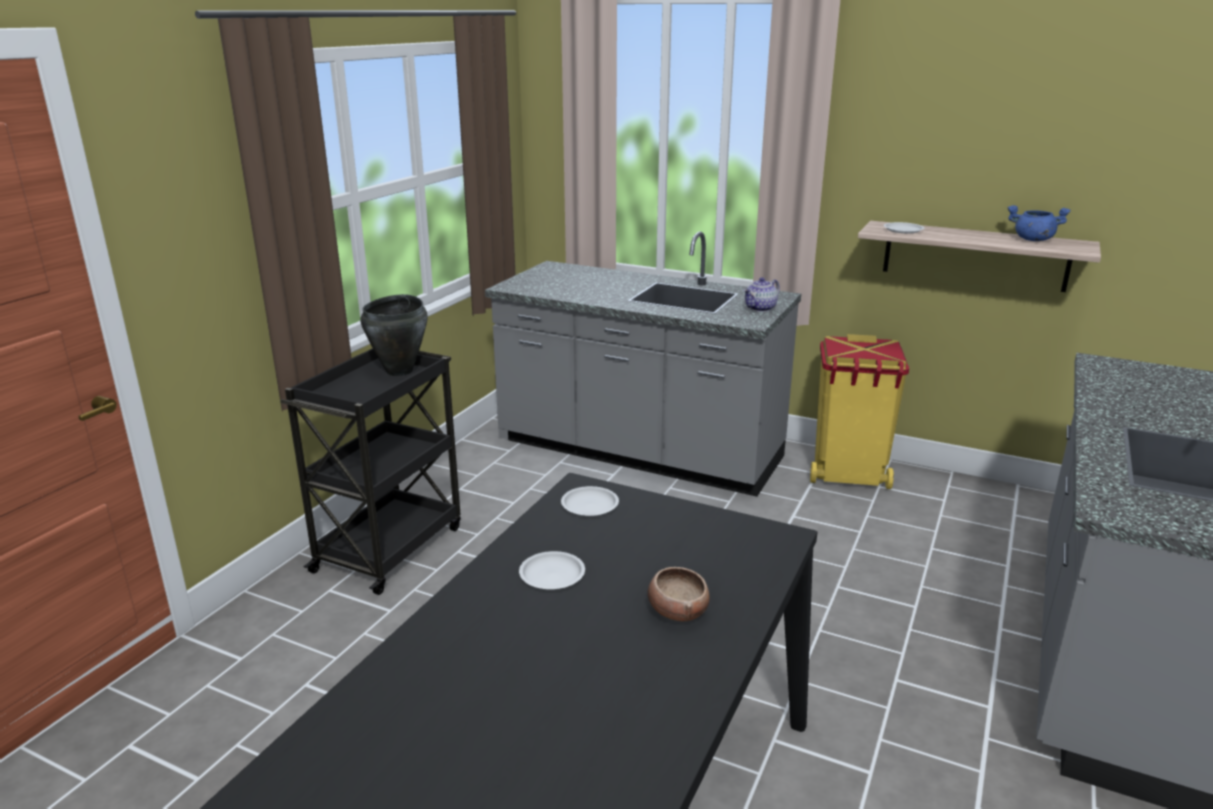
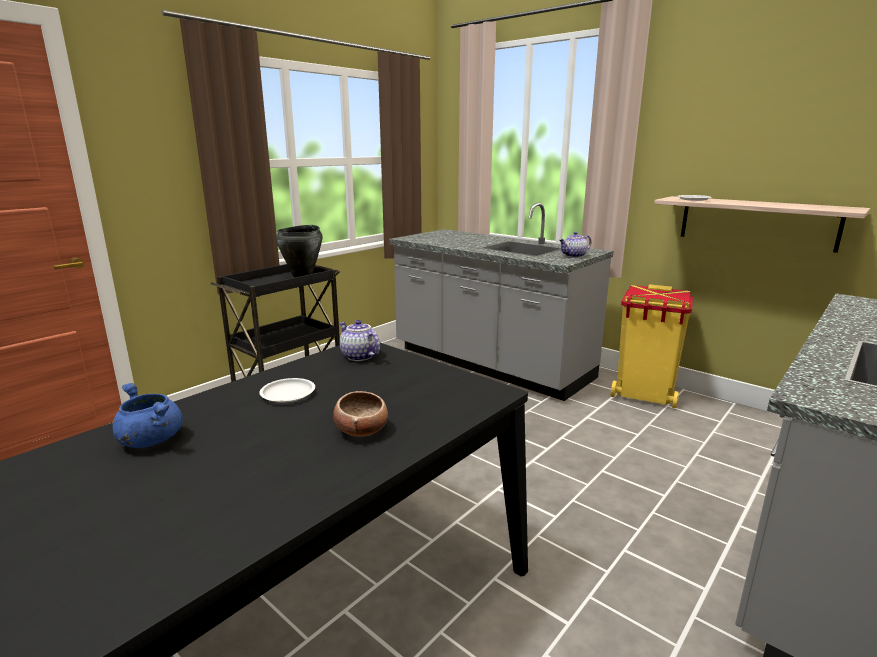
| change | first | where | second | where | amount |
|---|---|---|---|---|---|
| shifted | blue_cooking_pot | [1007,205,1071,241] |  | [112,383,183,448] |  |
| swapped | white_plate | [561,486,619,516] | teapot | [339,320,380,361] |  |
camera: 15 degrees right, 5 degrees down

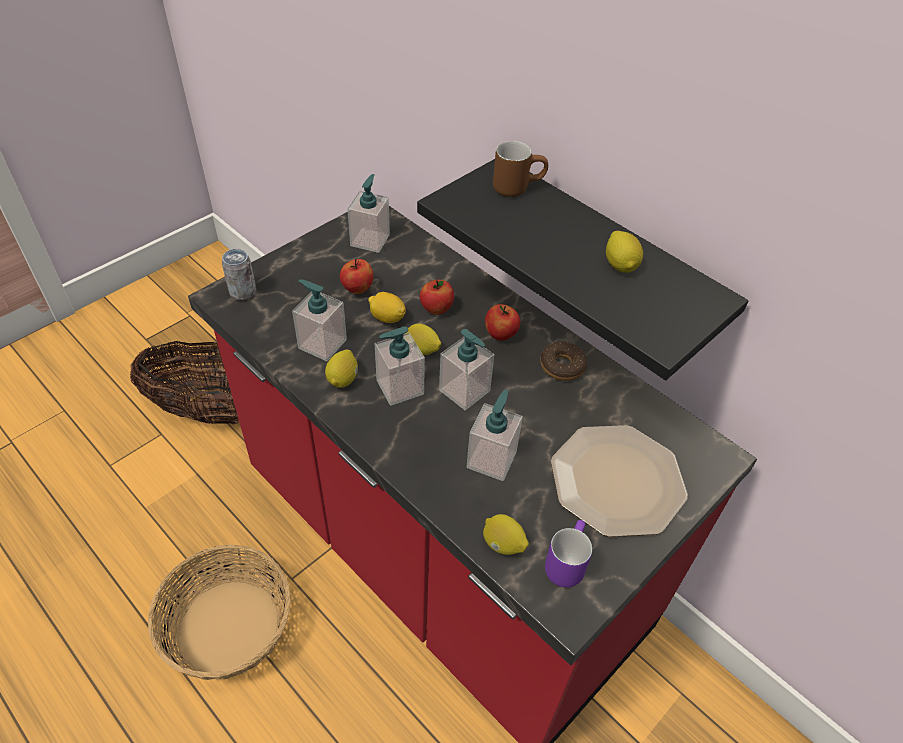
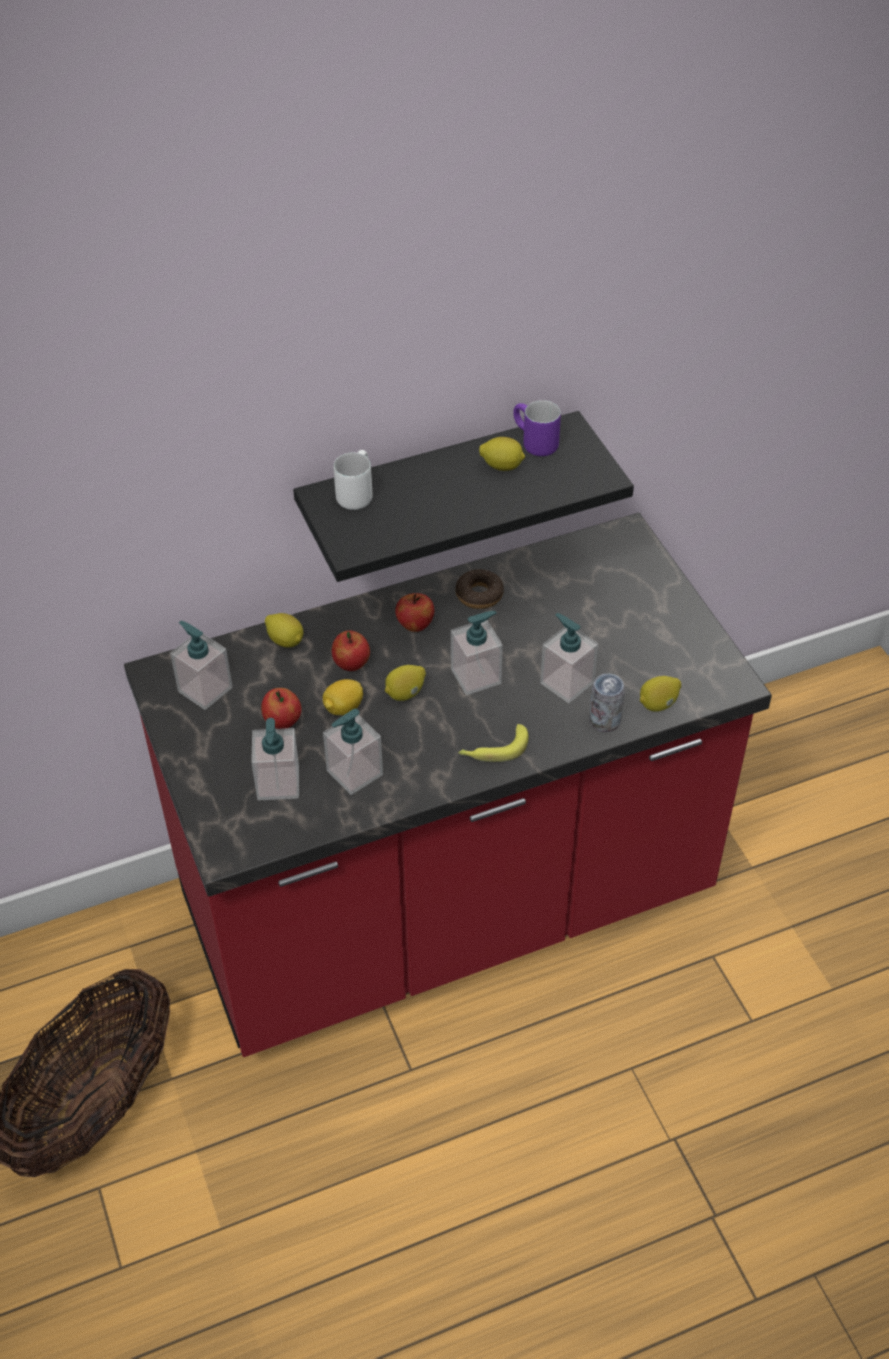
| change | first | where | second | where | amount |
|---|---|---|---|---|---|
| repainted | brown_mug | [493,141,548,197] | white_mug | [334,450,372,510] |  |
| shifted | can | [222,249,256,300] |  | [589,674,625,732] |  |
| shifted | soap_dispenser | [375,326,425,406] |  | [251,718,299,800] |  |
| shifted | lemon | [325,349,358,388] |  | [265,613,303,648] |  |
| gone | plate | [551,425,688,537] |  |  |  |
| shifted | purple_mug | [545,520,592,588] |  | [513,400,561,456] |  |
| gone | basket | [148,544,291,680] |  |  |  |
| new |  |  | banana | [458,724,529,762] |  |
camera: 65 degrees left, 0 degrees up

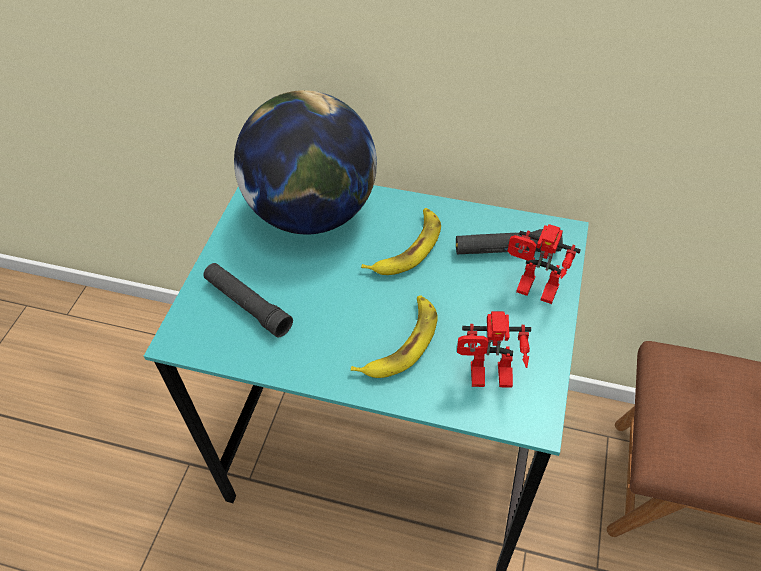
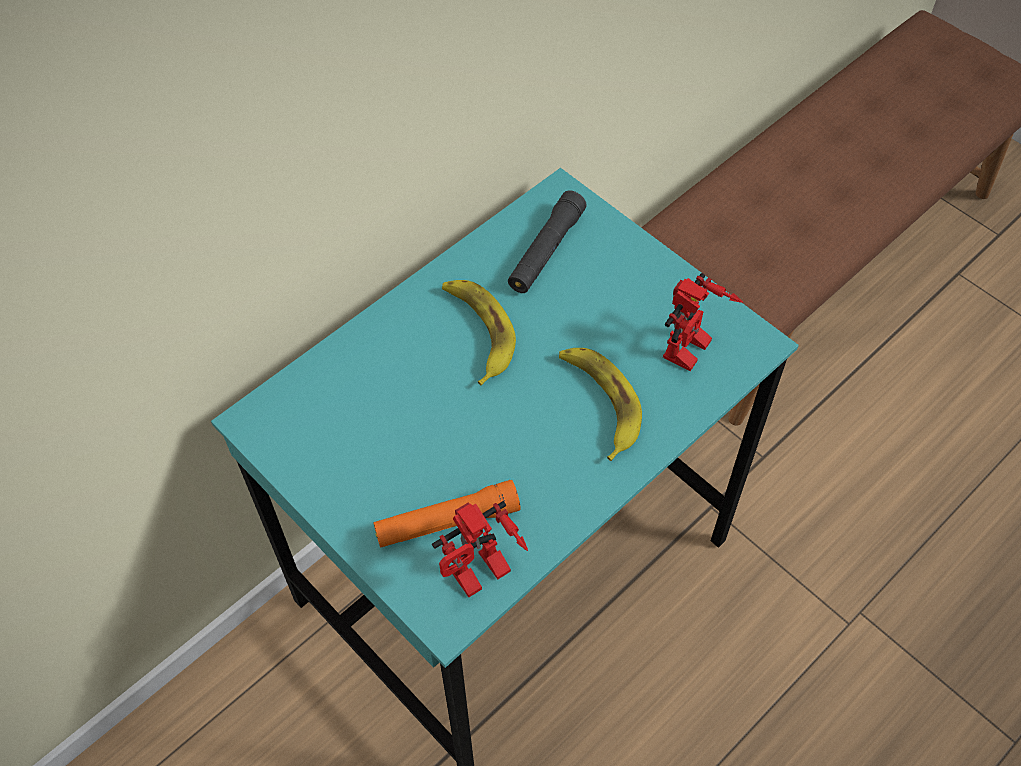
| change | first | where | second | where | amount |
|---|---|---|---|---|---|
| gone | globe | [234,90,377,234] |  |  |  |
| shifted | toy_robot | [508,224,581,304] |  | [432,501,528,597] |  |
| repainted | black_flashlight | [203,263,293,338] | orange_flashlight | [373,480,521,548] |  |
camera: 60 degrees left, 5 degrees up

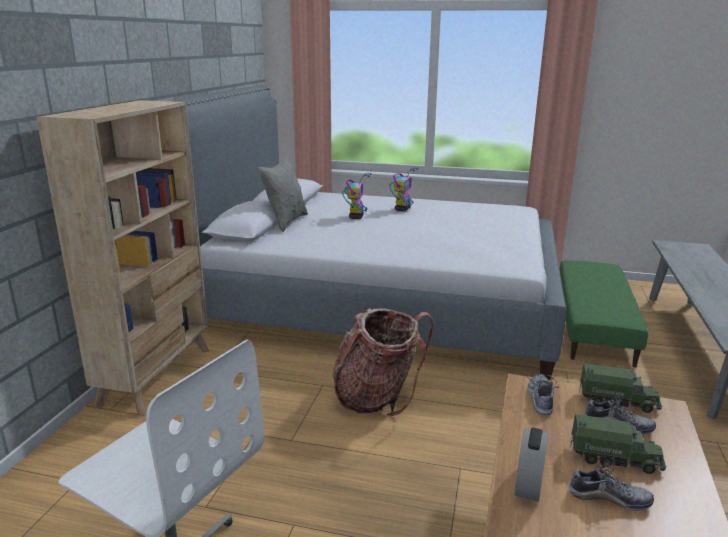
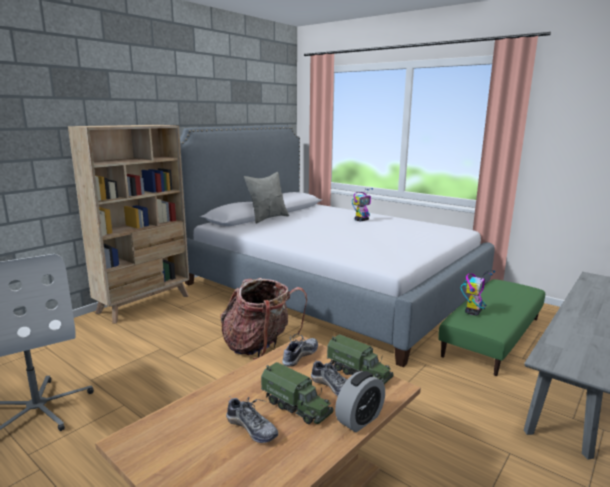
| change | first | where | second | where | amount |
|---|---|---|---|---|---|
| shifted | toy_robot | [342,173,371,219] |  | [461,270,495,315] |  |
| shifted | alarm_clock | [515,428,549,502] |  | [335,371,385,432] |  |
camera: 25 degrees right, 5 degrees down

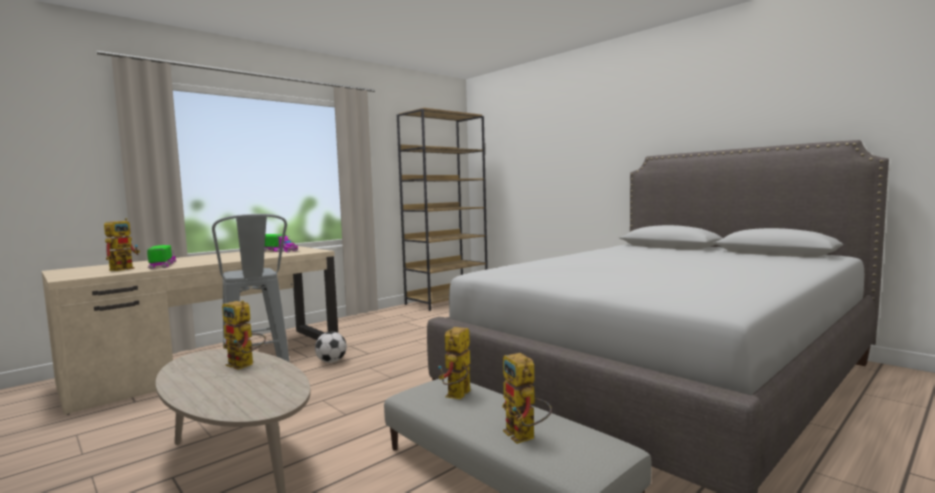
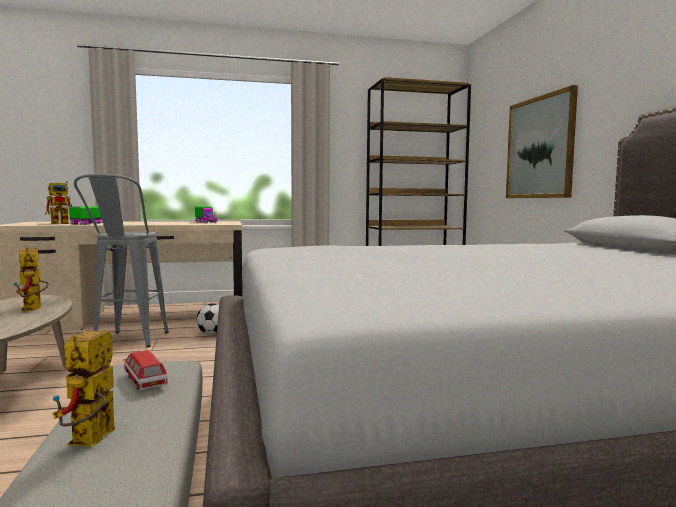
| change | first | where | second | where | amount |
|---|---|---|---|---|---|
| swapped | toy_robot | [438,327,471,399] | toy_car | [123,350,168,390] |  |
| new |  |  | picture | [506,85,578,198] |  |
camera: 30 degrees right, 0 degrees up

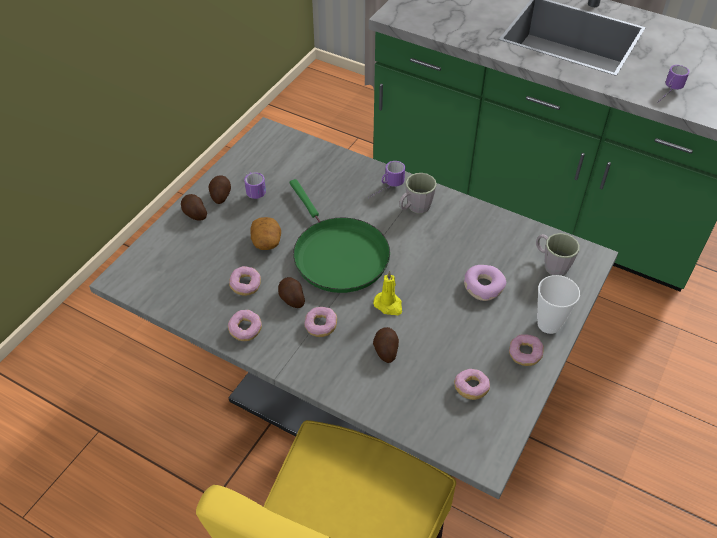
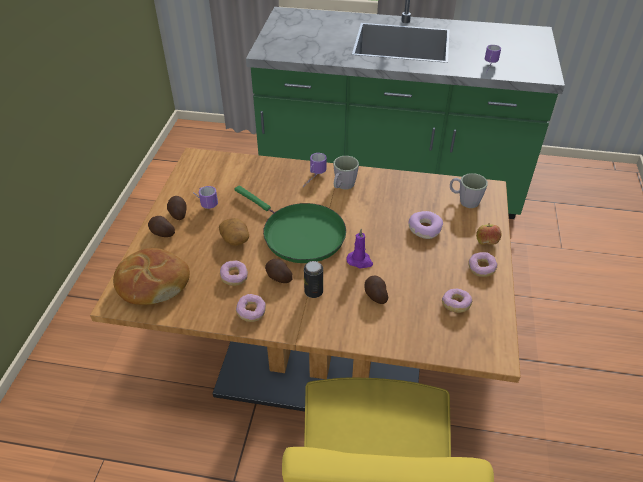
| change | first | where | second | where | amount |
|---|---|---|---|---|---|
| repainted | grey_dining_table | [89,117,618,499] | brown_dining_table | [90,148,521,412] |  |
| repainted | yellow_candle | [373,271,402,315] | purple_candle | [346,229,373,268] |  |
| swapped | cup | [537,275,580,334] | apple | [476,223,501,245] |  |
| swapped | donut | [304,307,337,337] | can | [304,261,323,298] |  |
| new |  |  | bread | [113,248,190,305] |  |
camera: 20 degrees left, 5 degrees down

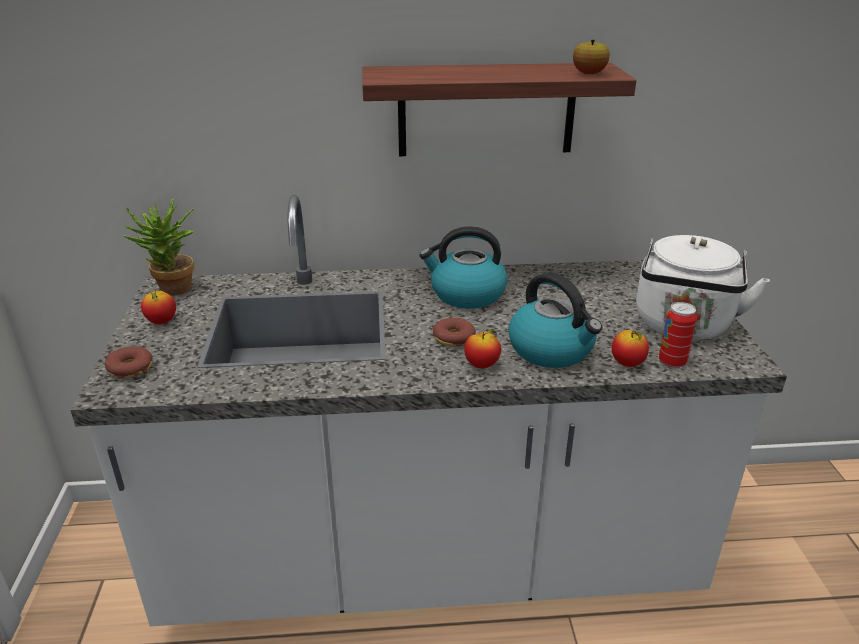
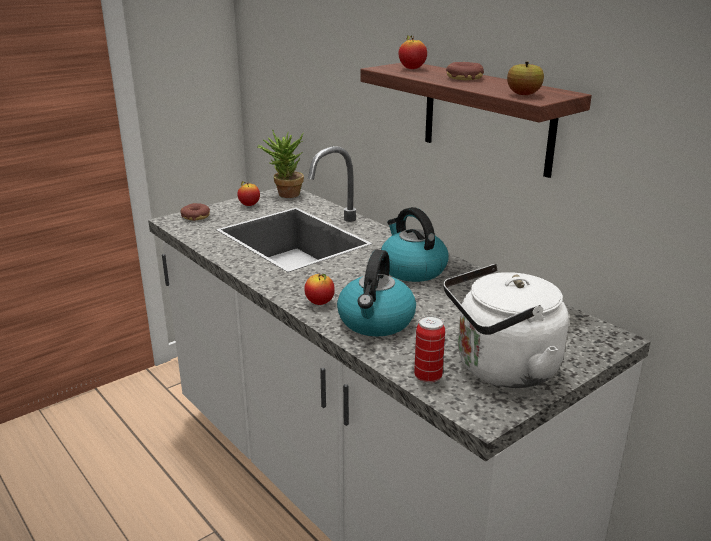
| change | first | where | second | where | amount |
|---|---|---|---|---|---|
| shifted | donut | [433,318,476,347] |  | [446,62,484,80] |  |
| shifted | apple | [612,330,649,367] |  | [398,35,427,69] |  |
camera: 55 degrees right, 5 degrees down

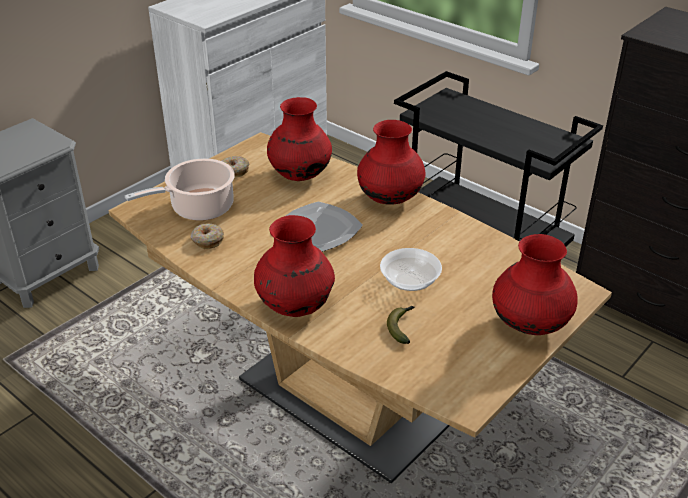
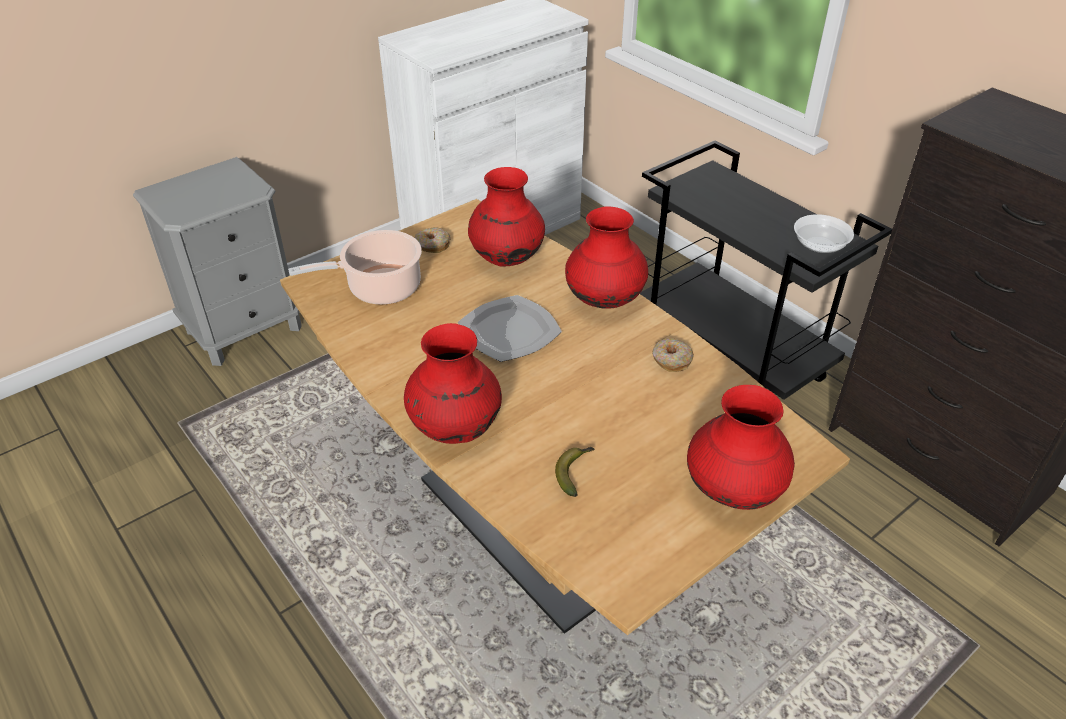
| change | first | where | second | where | amount |
|---|---|---|---|---|---|
| shifted | donut | [191,223,224,249] |  | [652,339,694,372] |  |
| shifted | bowl | [380,248,442,291] |  | [794,214,854,253] |  |
camera: 10 degrees right, 5 degrees up

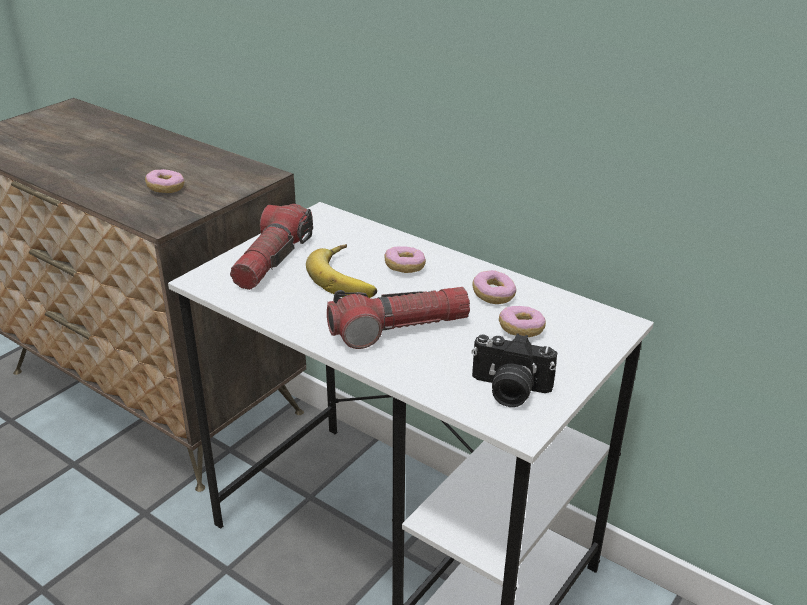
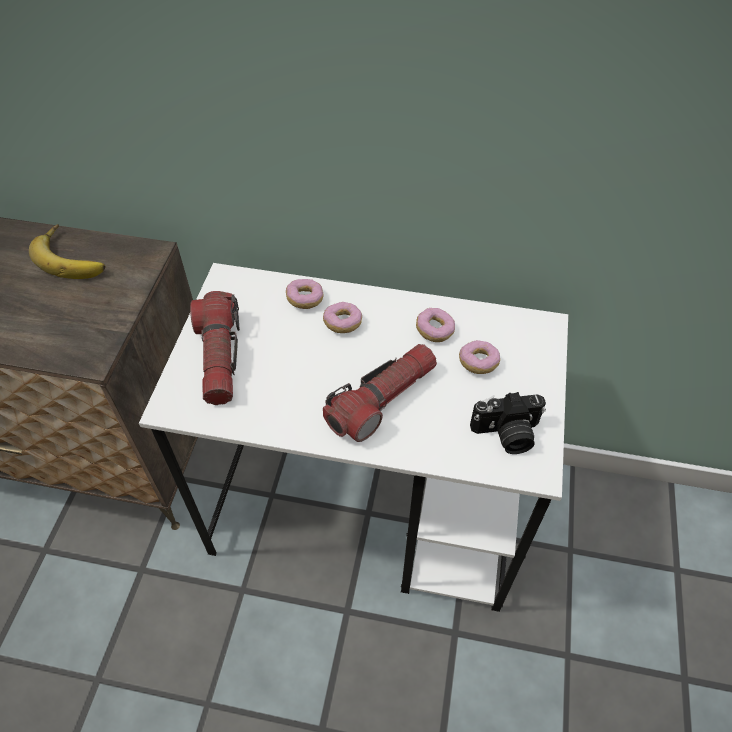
| change | first | where | second | where | amount |
|---|---|---|---|---|---|
| shifted | donut | [145,169,184,193] |  | [286,279,323,309] |  |
| shifted | banana | [306,244,377,298] |  | [29,224,106,279] |  |
camera: 25 degrees left, 20 degrees up

